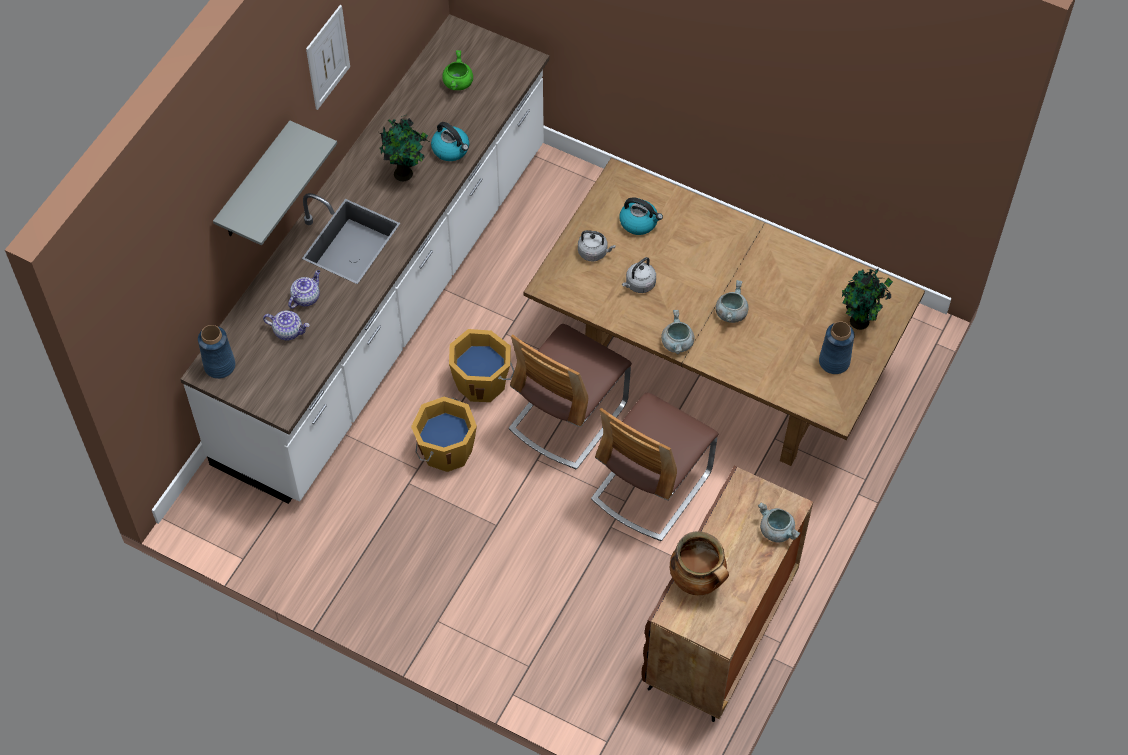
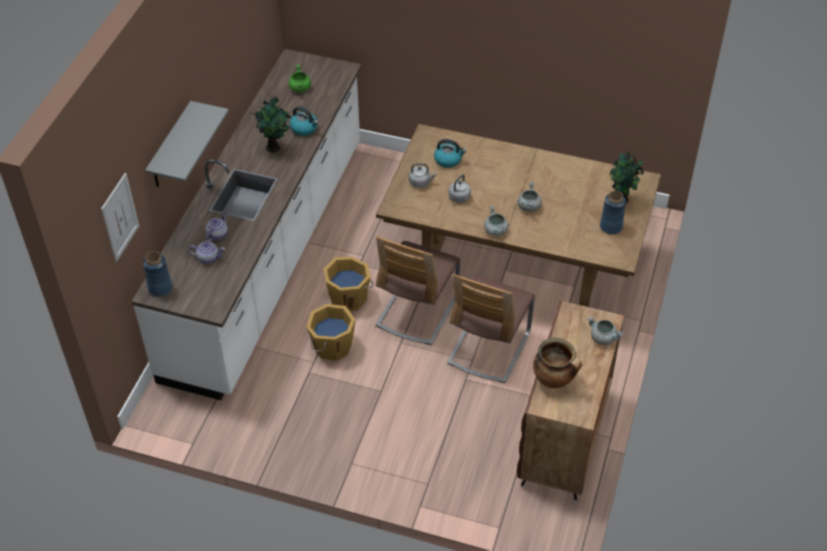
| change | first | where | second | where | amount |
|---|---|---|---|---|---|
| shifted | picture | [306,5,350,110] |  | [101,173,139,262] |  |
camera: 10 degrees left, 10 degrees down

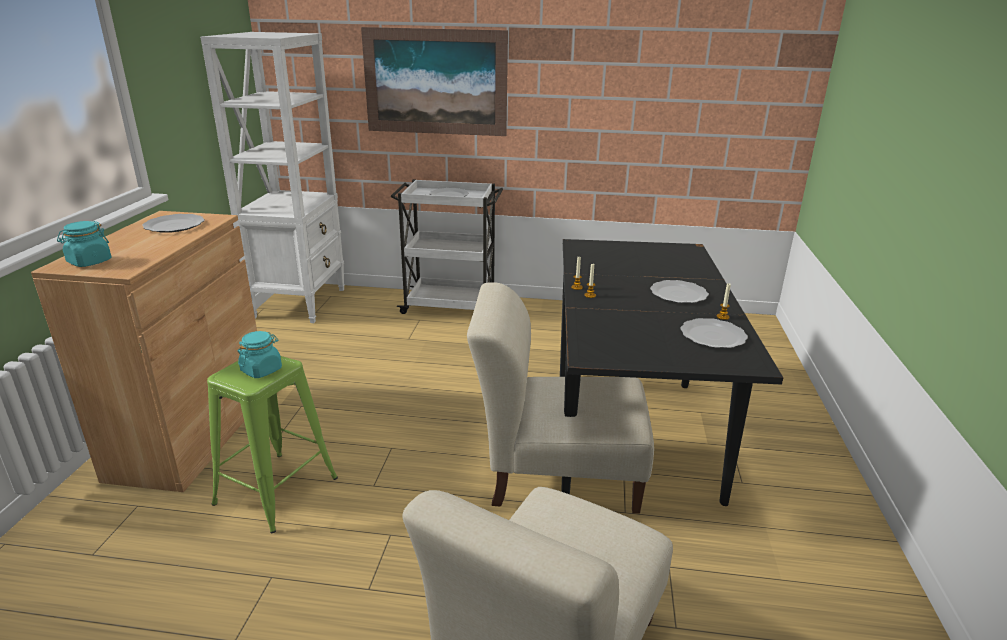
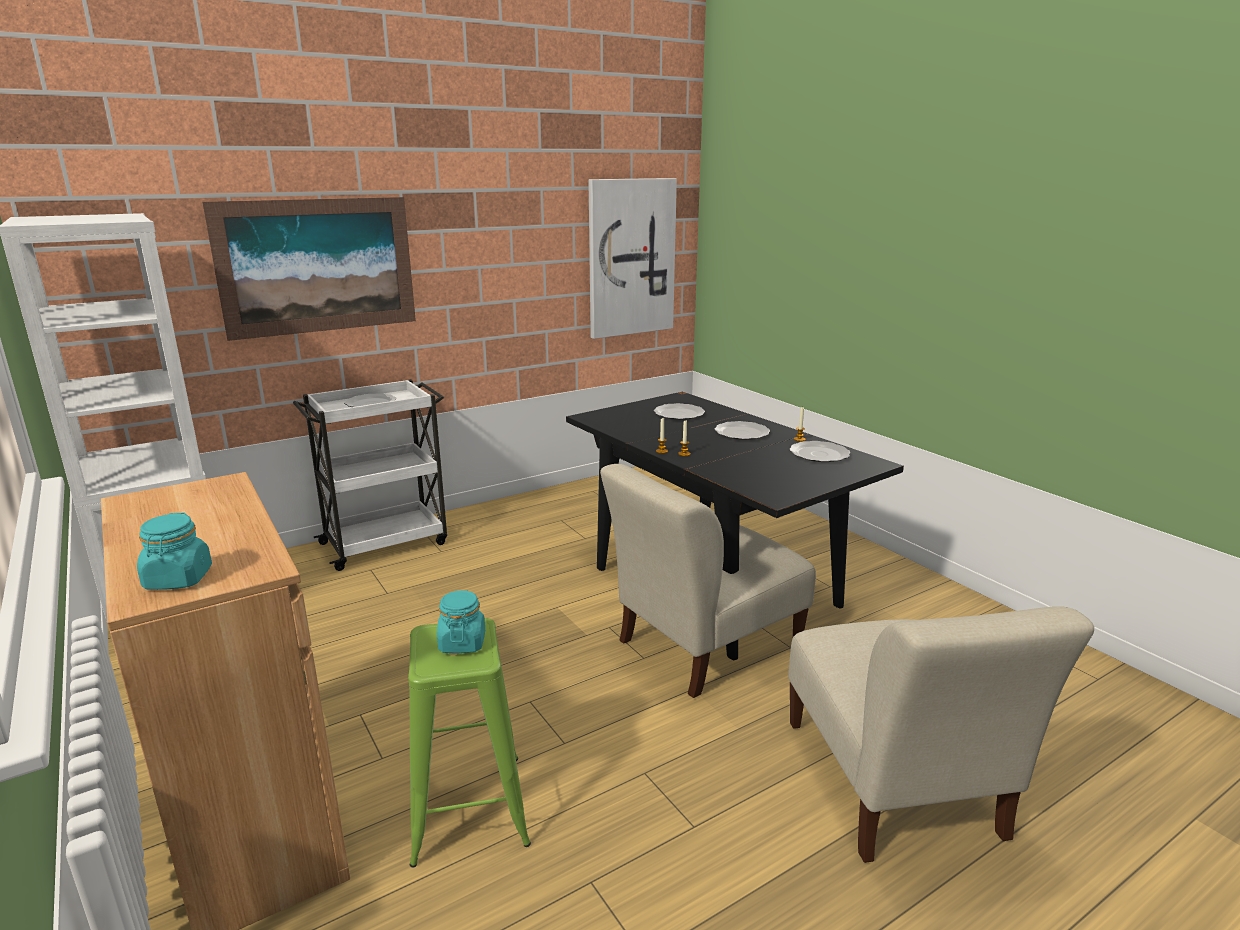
| change | first | where | second | where | amount |
|---|---|---|---|---|---|
| shifted | plate | [142,214,205,233] |  | [654,403,705,420] |  |
| new |  |  | picture | [588,178,677,339] |  |
camera: 40 degrees left, 5 degrees down

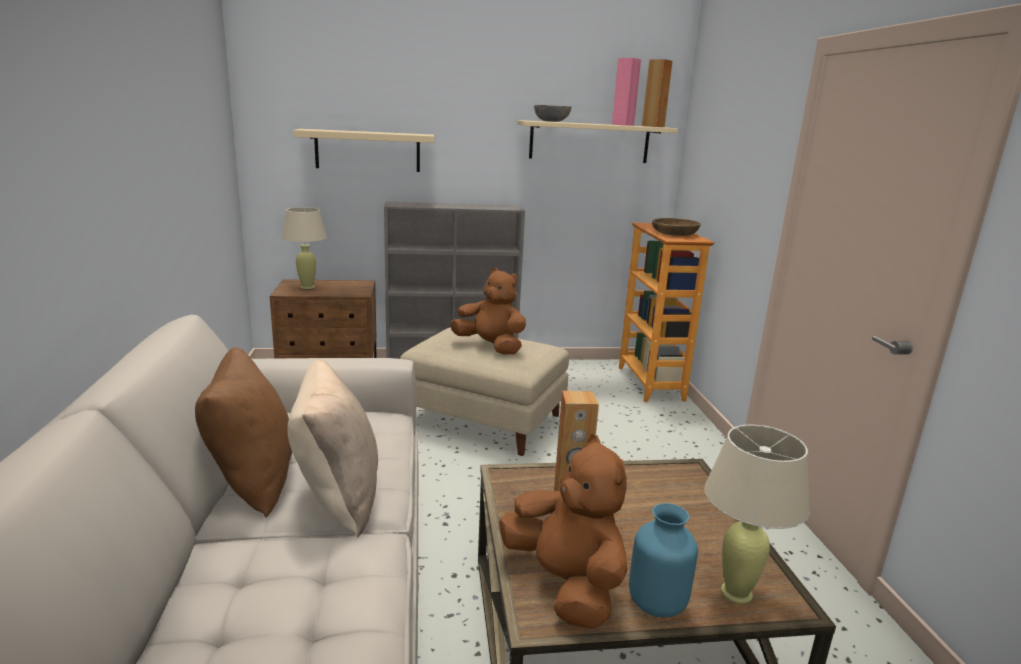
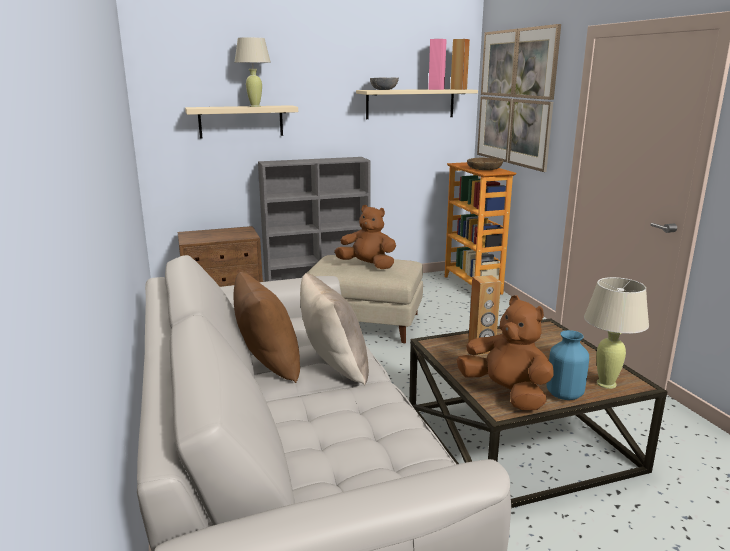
| change | first | where | second | where | amount |
|---|---|---|---|---|---|
| shifted | beige_table_lamp | [282,207,327,289] |  | [234,37,271,107] |  |
| new |  |  | picture | [477,24,561,172] |  |
camera: 10 degrees left, 0 degrees up

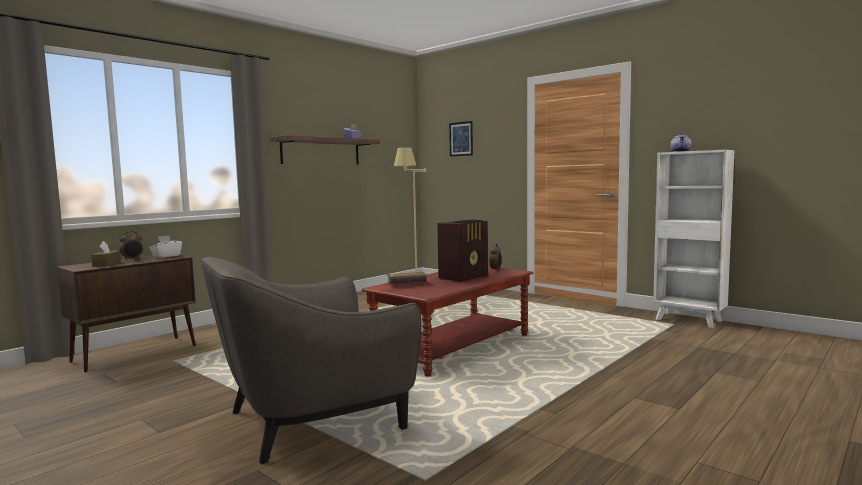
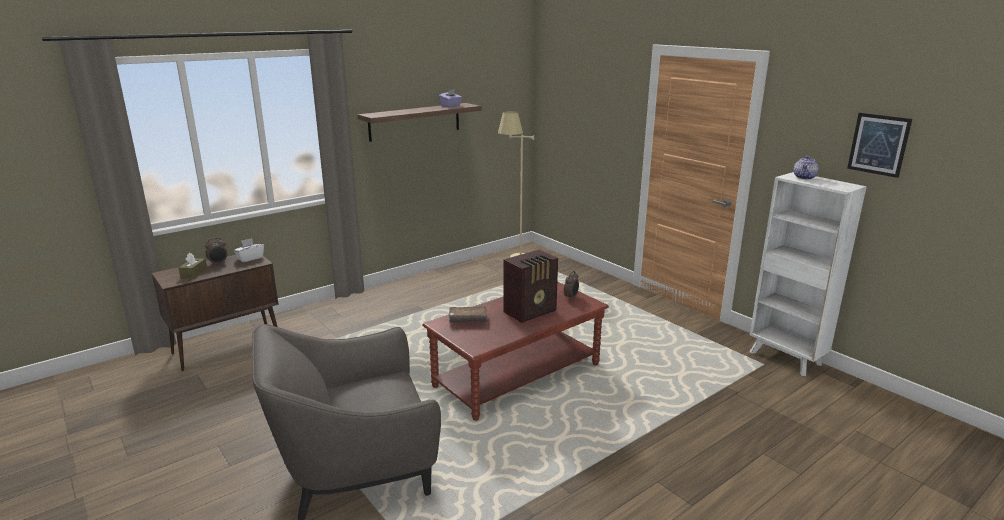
| change | first | where | second | where | amount |
|---|---|---|---|---|---|
| shifted | picture | [449,121,473,157] |  | [847,113,912,178] |  |
camera: 10 degrees right, 15 degrees up

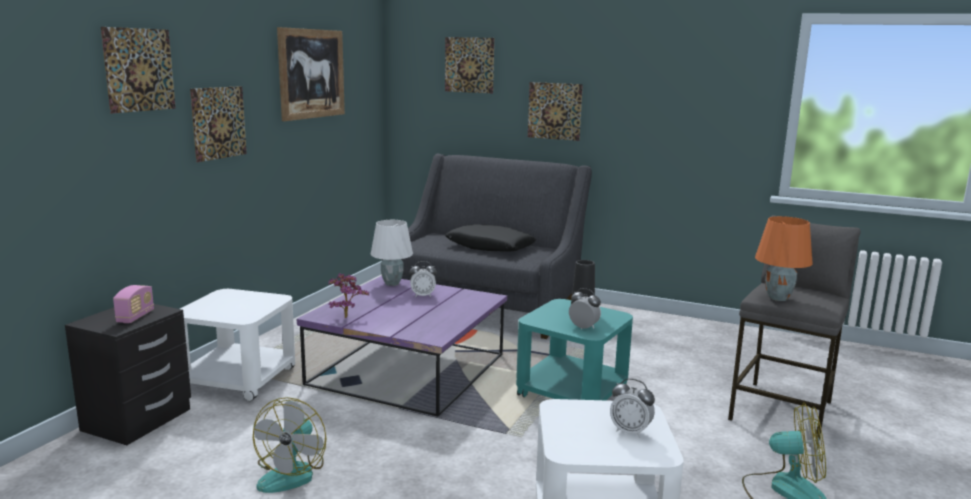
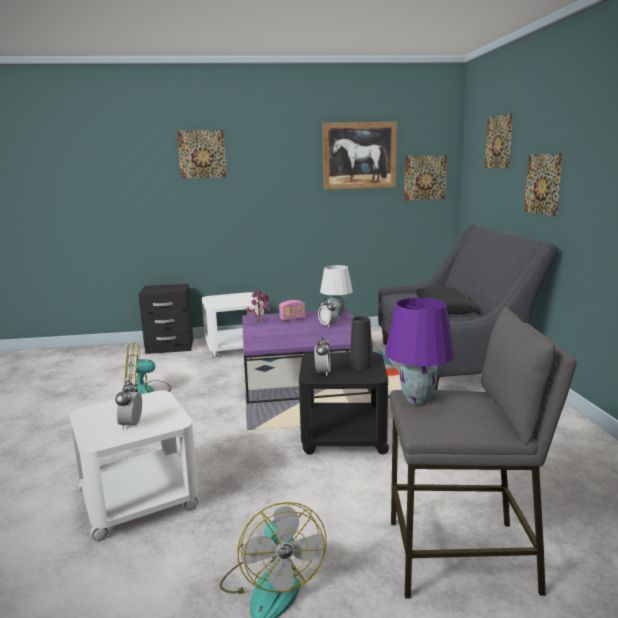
| change | first | where | second | where | amount |
|---|---|---|---|---|---|
| shifted | picture | [190,86,247,162] |  | [404,155,447,200] |  |
| repainted | orange_table_lamp | [755,216,813,301] | purple_table_lamp | [385,298,455,405] |  |
| shifted | radio | [113,285,154,323] |  | [279,300,306,321] |  |
| repainted | turquoise_side_table | [516,299,633,400] | black_side_table | [299,352,389,455] |  |
camera: 60 degrees right, 0 degrees up

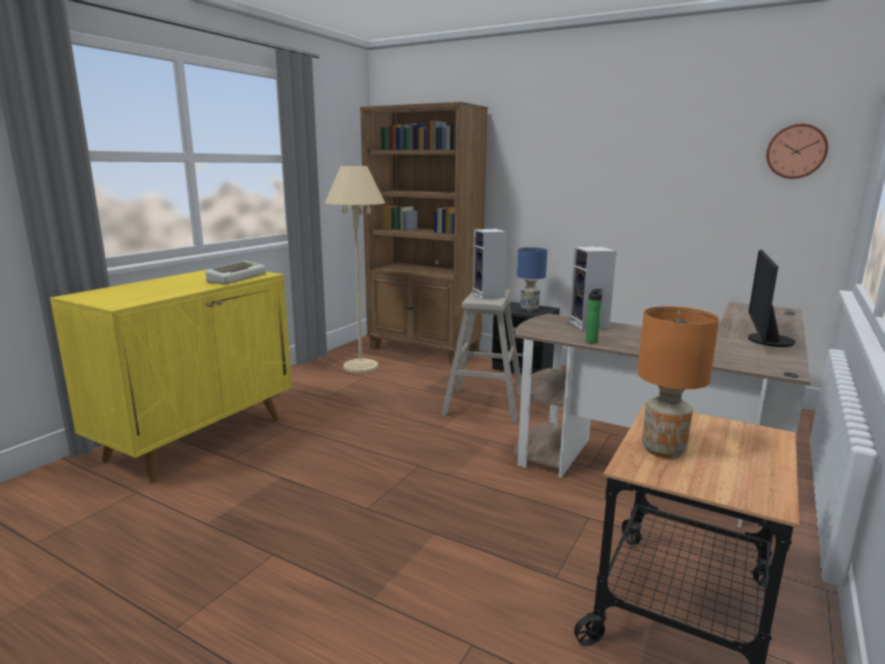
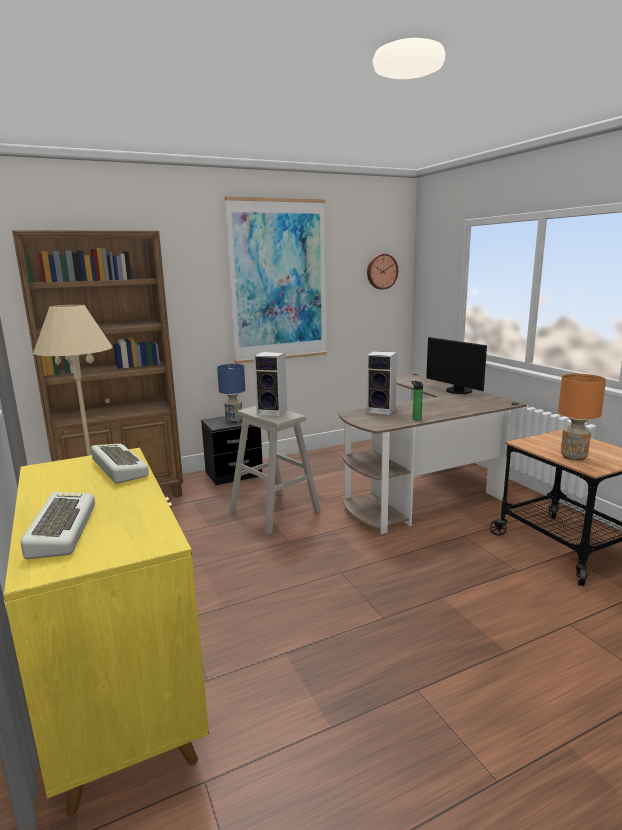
| change | first | where | second | where | amount |
|---|---|---|---|---|---|
| new |  |  | picture | [225,197,327,364] |  |
| new |  |  | keyboard | [20,492,95,559] |  |
camera: 55 degrees left, 0 degrees up

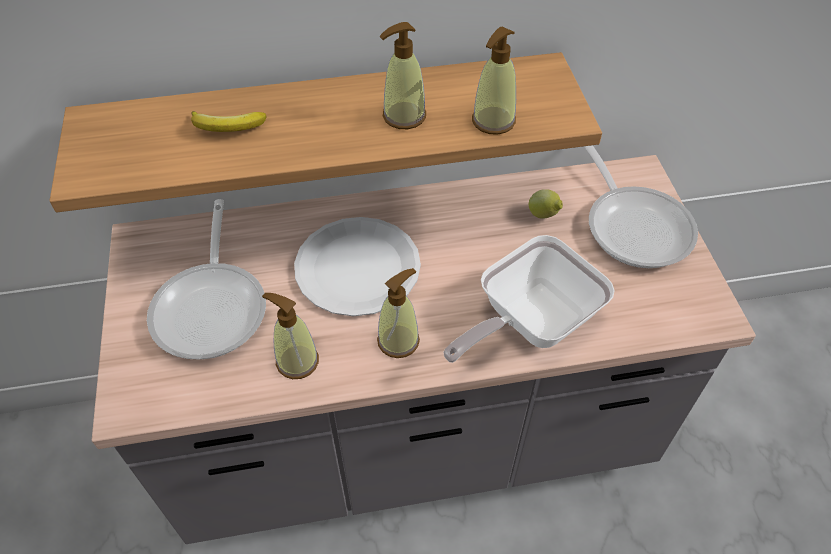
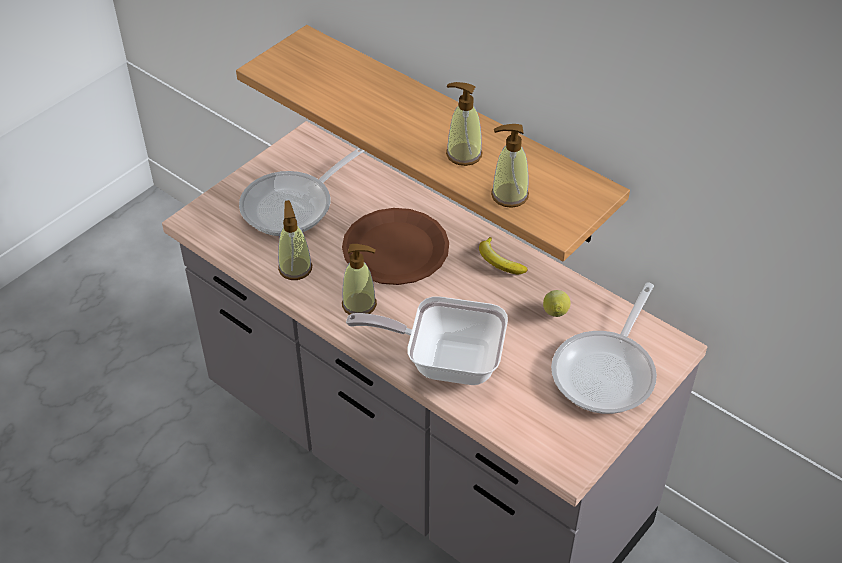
| change | first | where | second | where | amount |
|---|---|---|---|---|---|
| shifted | banana | [191,111,267,132] |  | [479,237,528,274] |  |
| repainted | white_plate | [294,217,421,317] | brown_plate | [342,208,449,285] |  |
camera: 50 degrees right, 5 degrees down

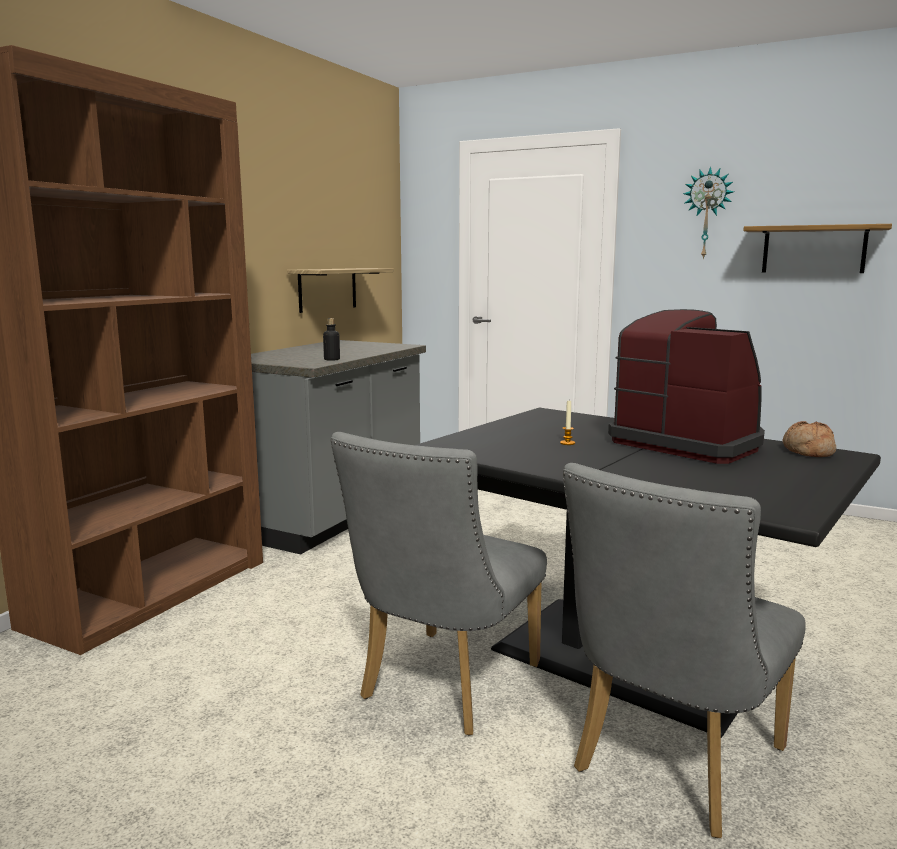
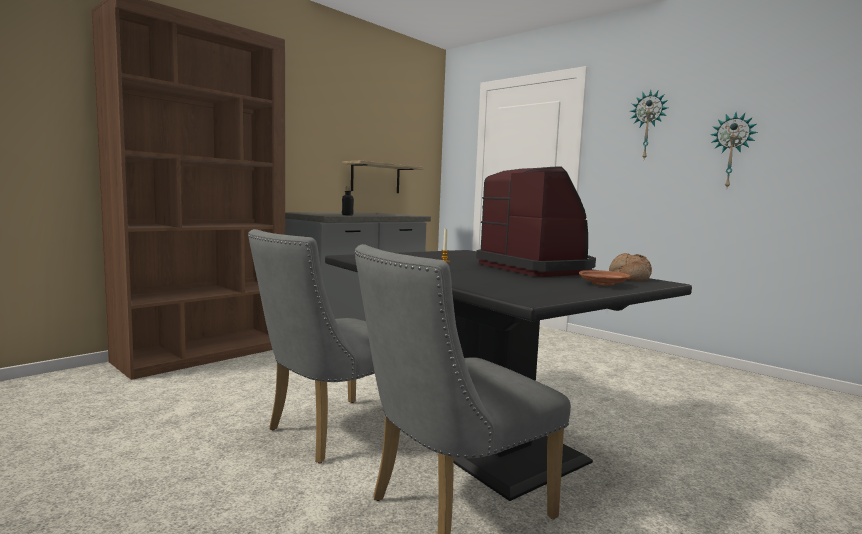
| change | first | where | second | where | amount |
|---|---|---|---|---|---|
| swapped | shelf | [743,224,892,273] | wall_clock | [711,112,758,188] |  |
| new |  |  | brown_plate | [579,270,630,286] |  |
camera: 15 degrees right, 5 degrees down

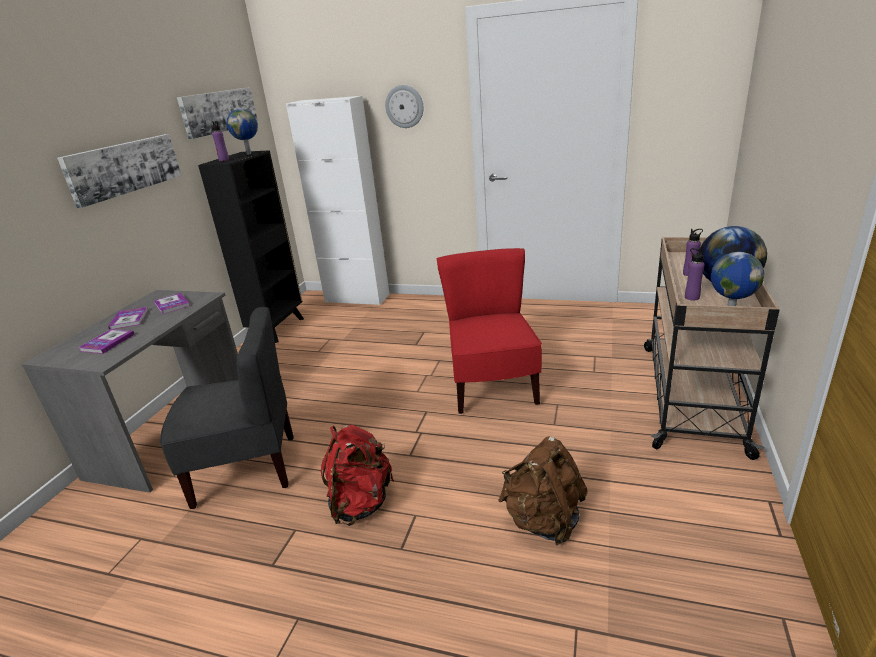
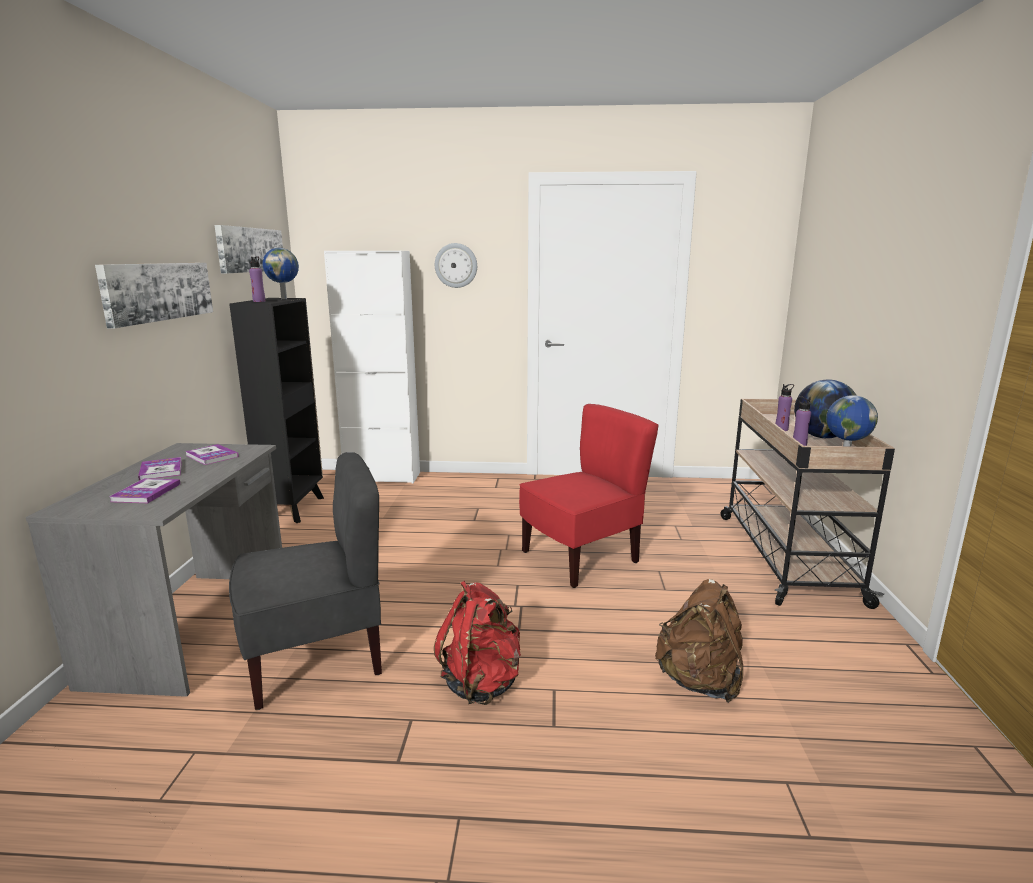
| change | first | where | second | where | amount |
|---|---|---|---|---|---|
| rotated | red_chair | [437,248,542,414] |  | [519,404,659,588] | 75 degrees clockwise |
camera: 15 degrees left, 10 degrees down

